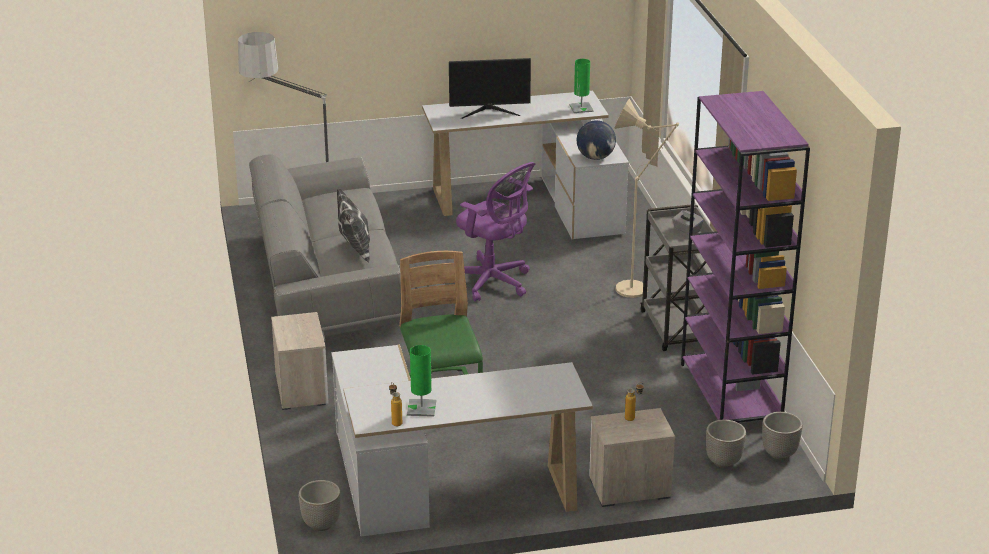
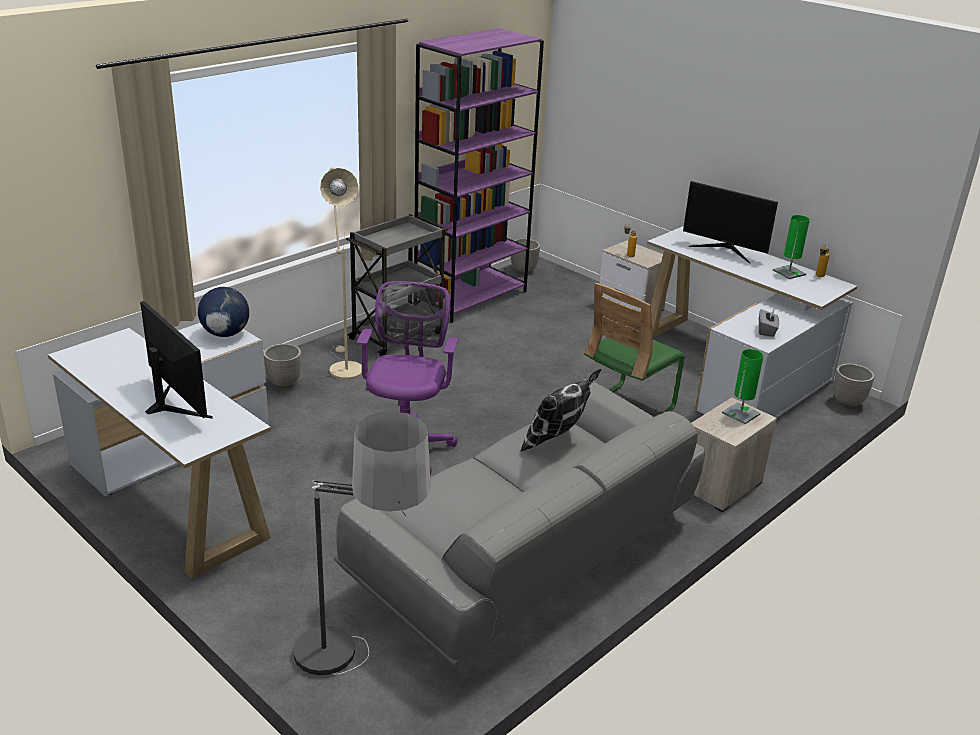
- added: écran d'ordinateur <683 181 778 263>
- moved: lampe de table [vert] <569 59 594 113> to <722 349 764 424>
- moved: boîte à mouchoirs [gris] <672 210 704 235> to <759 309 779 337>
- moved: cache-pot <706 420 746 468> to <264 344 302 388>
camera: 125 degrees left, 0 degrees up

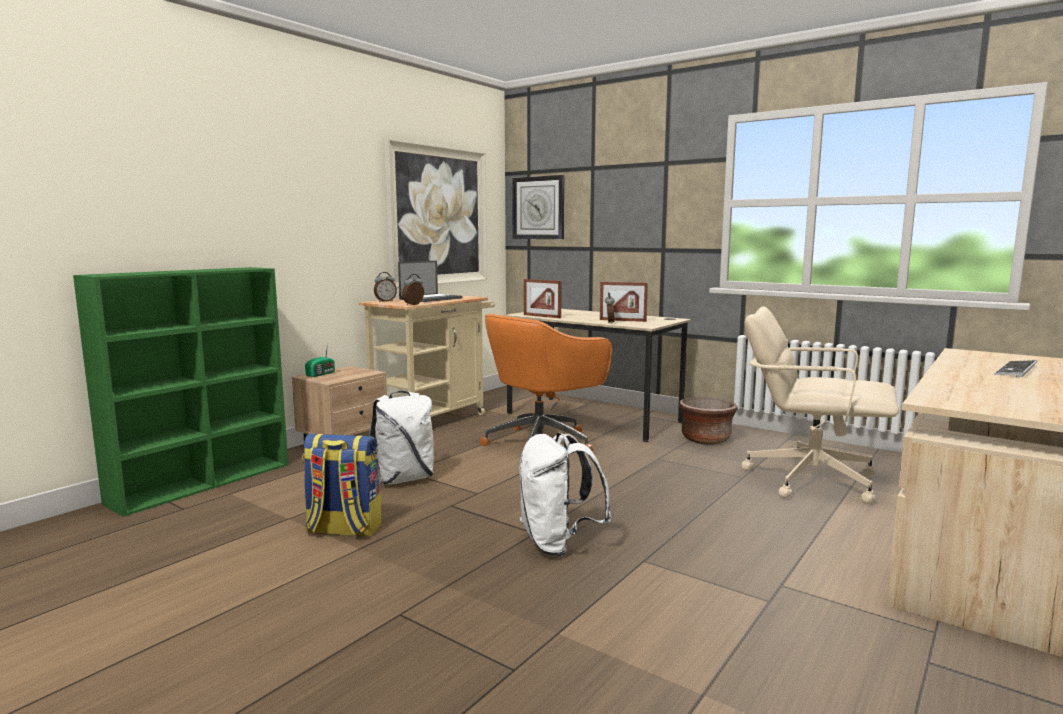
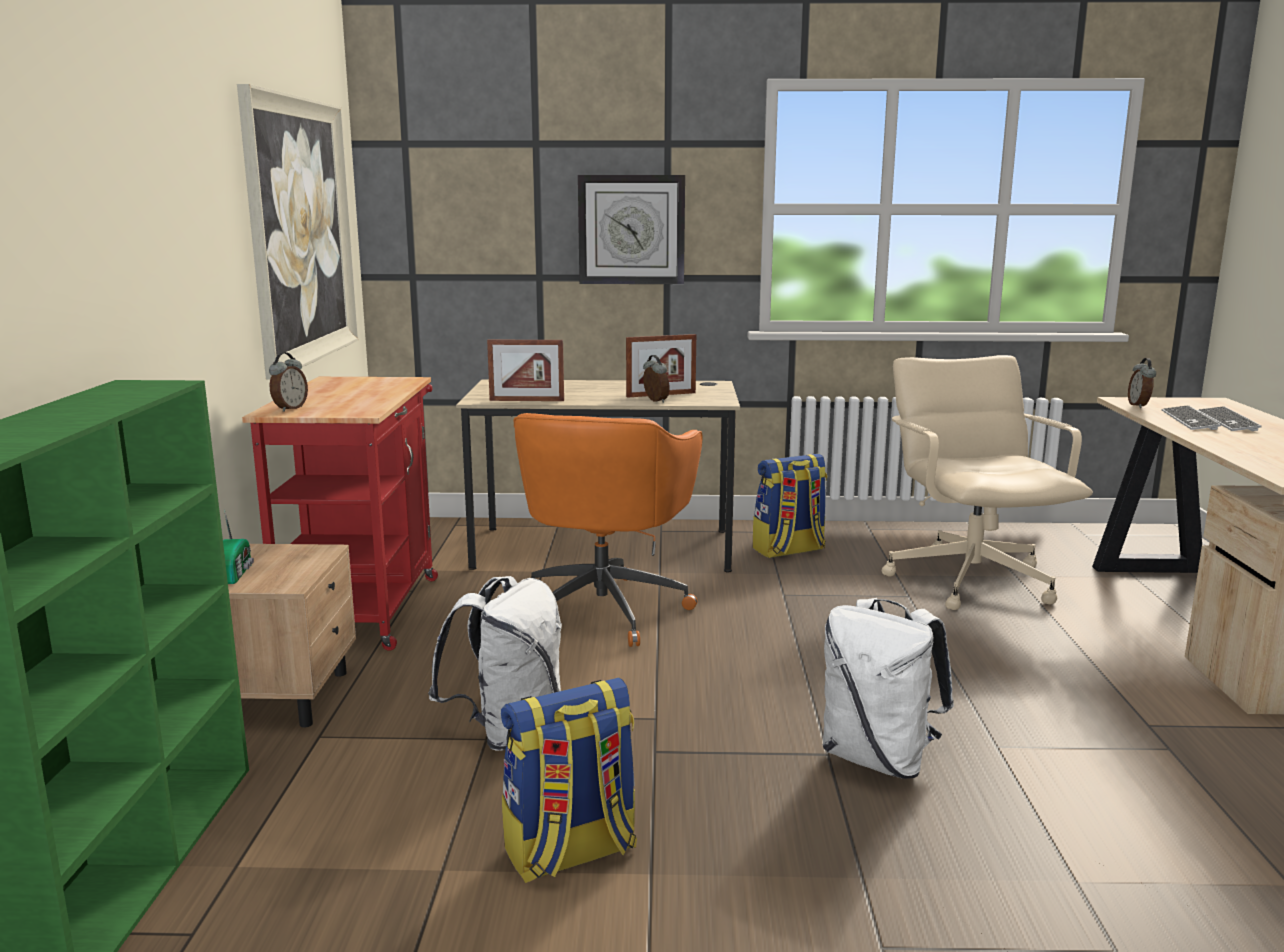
- removed: ordinateur portable <398 260 463 302>
- added: clavier <1162 405 1221 430>
- moved: réveil <402 274 424 305> to <1128 358 1156 408>
- moved: horloge murale <512 175 564 239> to <578 175 685 284>
- replaced: cache-pot [marron] <679 397 738 445> to sac à dos <753 454 827 558>
- recoloured: chariot [beige] <359 294 495 417> to chariot [rouge] <242 377 438 651>
- turned: chaise de bureau [beige] <741 306 899 504> = <882 355 1093 610> 90 degrees clockwise
camera: 35 degrees left, 5 degrees up

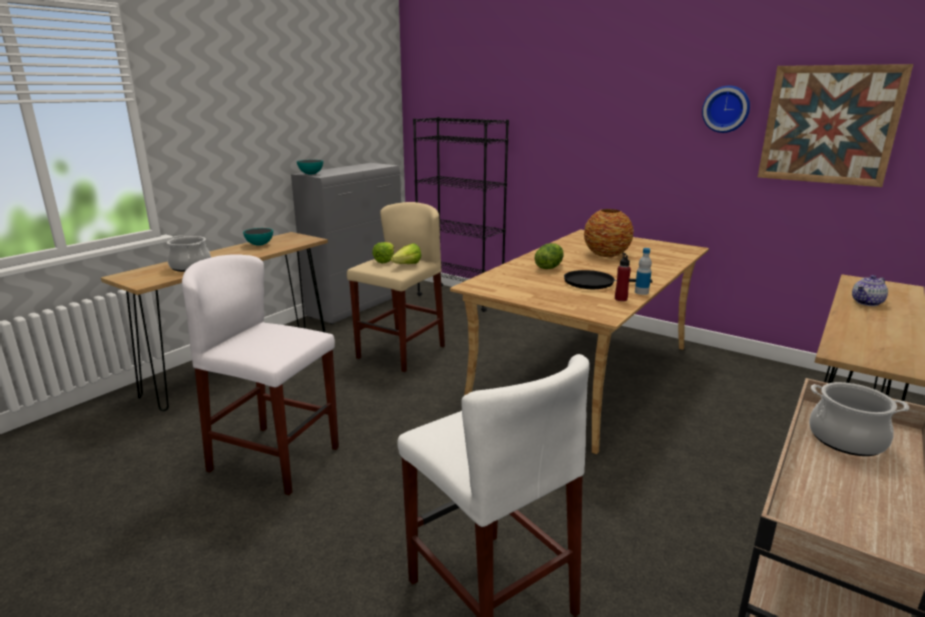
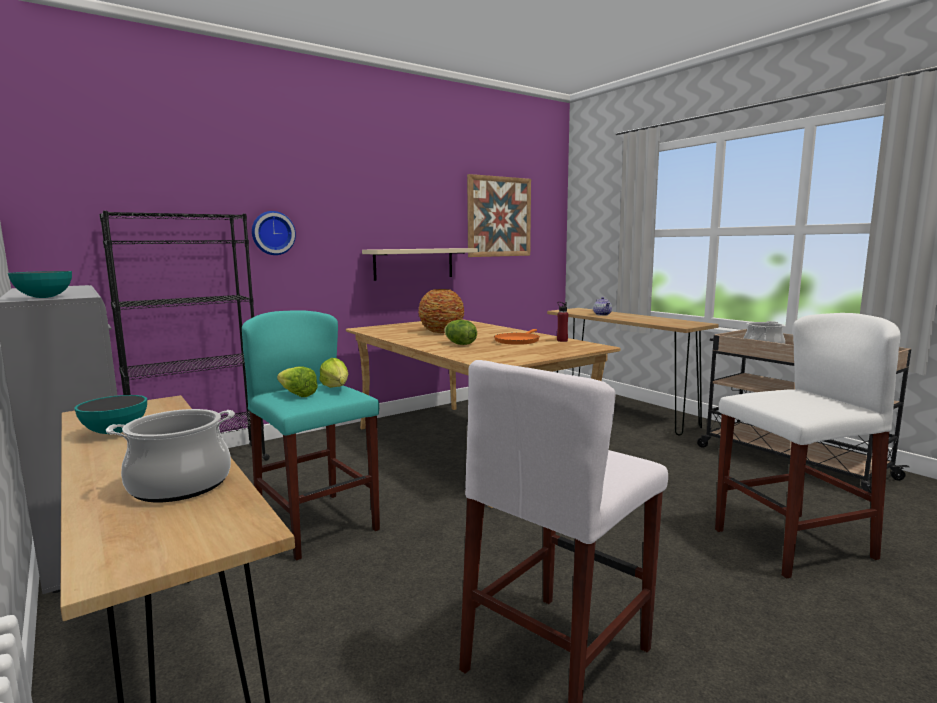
- removed: bouteille <635 248 652 295>
- added: étagère [beige] <362 248 478 281>
- moved: horloge murale <702 85 750 133> to <252 211 296 255>
- recoloured: tabouret [beige] <347 202 445 372> to tabouret [turquoise] <242 310 380 561>
- recoloured: poêle [noir] <564 270 652 289> to poêle [orange] <494 329 540 345>
camera: 70 degrees left, 10 degrees down

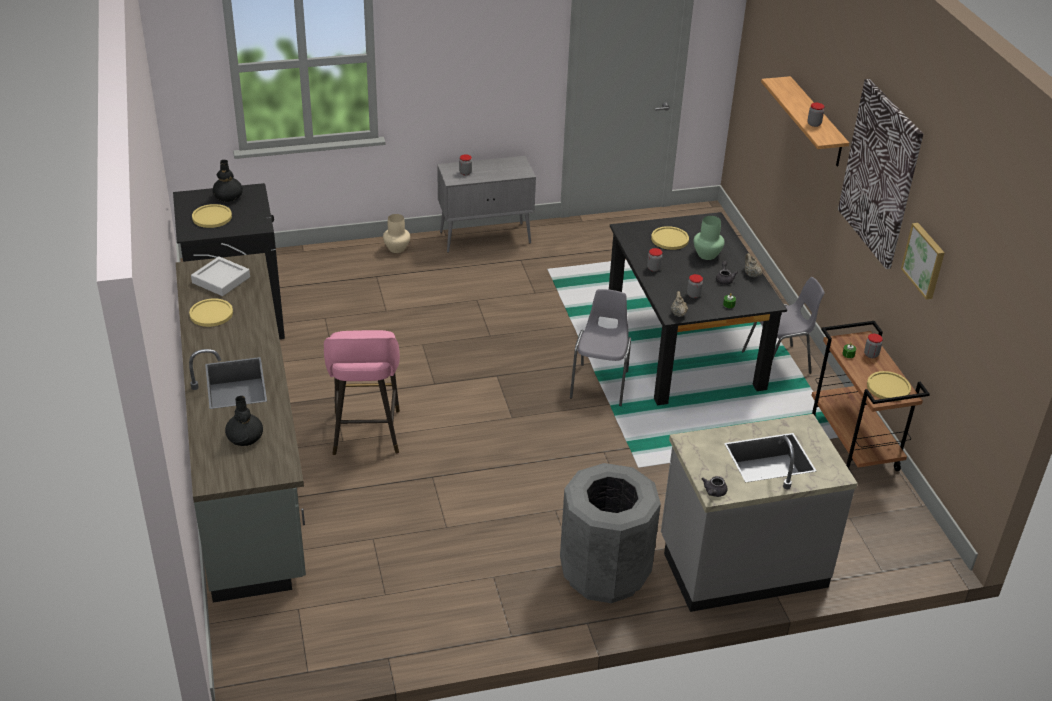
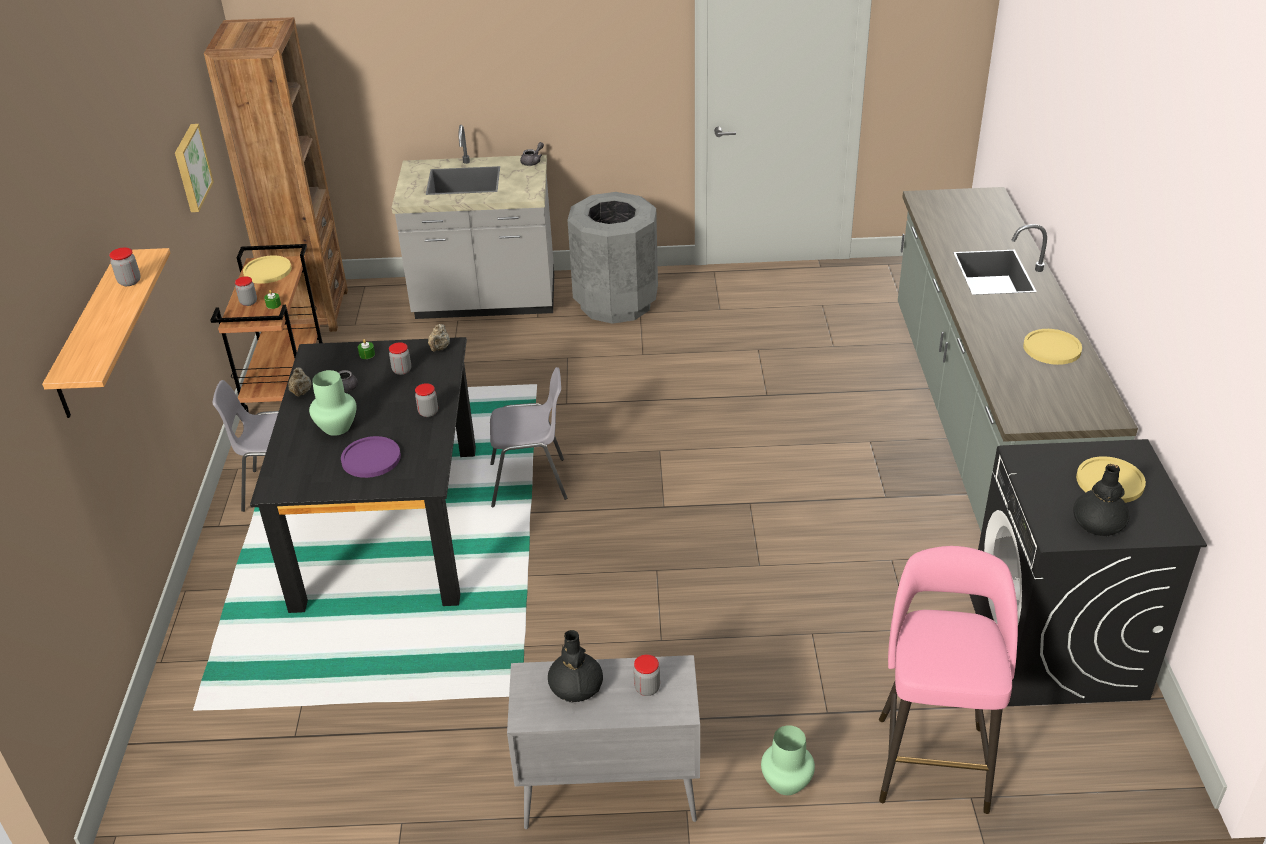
- removed: plateau [gris] <191 256 250 296>
- removed: tableau <838 79 923 269>
- added: bibliothèque [marron] <204 17 348 332>
- moved: vase [noir] <225 396 263 446> to <548 630 603 702>
- moved: tabouret [rose] <324 330 400 455> to <879 546 1018 814>
- recoloured: vase [beige] <383 214 410 253> to vase [vert] <761 725 815 795>
- recoloured: assiette [jaune] <651 226 689 250> to assiette [violet] <341 436 401 478>
- turned: chaise [gris] <570 289 631 406> = <490 367 567 507> 120 degrees counterclockwise
camera: 165 degrees left, 0 degrees up

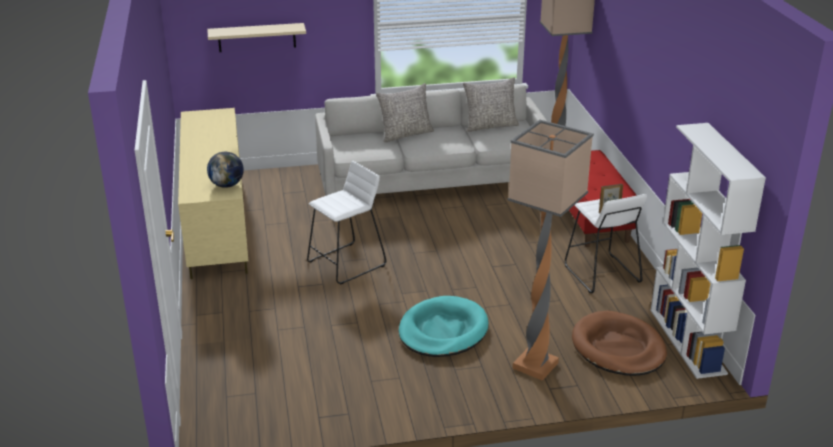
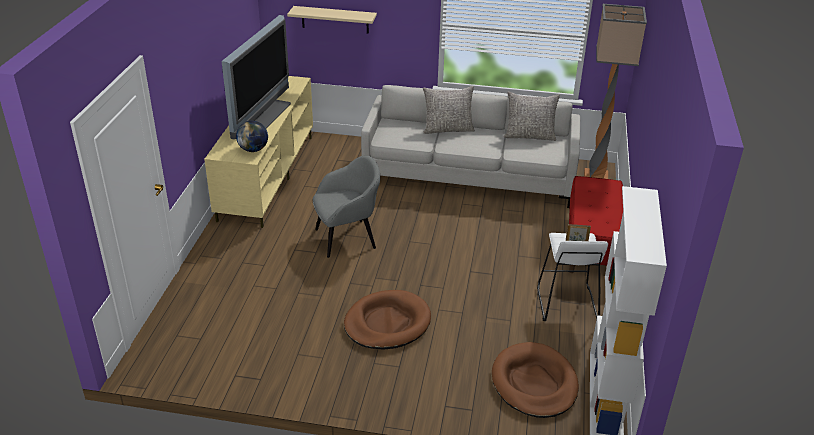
- removed: lampadaire <508 120 594 381>
- added: téléviseur <222 15 291 140>
- replaced: tabouret [blanc] <307 161 386 284> to fauteuil [gris] <313 156 380 258>
- recoloured: panier pour chien [turquoise] <399 296 489 357> to panier pour chien [marron] <344 290 431 350>
camera: 20 degrees right, 5 degrees up

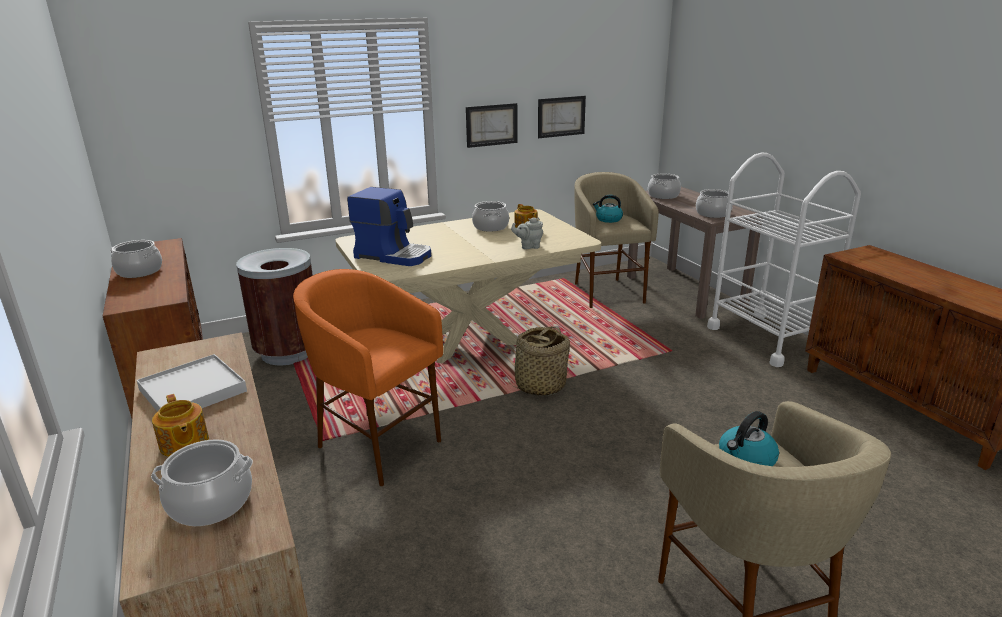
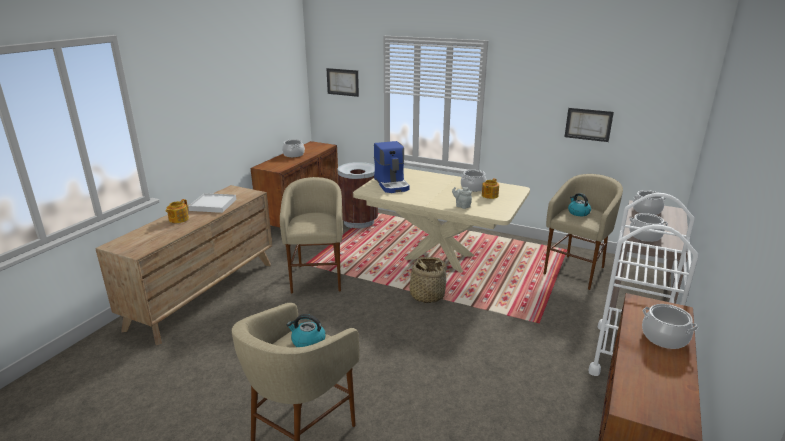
- moved: marmite <151 439 253 526> to <642 304 698 349>
- moved: tableau <466 103 518 148> to <326 68 359 97>
- recoloured: tabouret [orange] <293 269 443 486> to tabouret [beige] <280 177 343 294>
camera: 50 degrees right, 0 degrees up

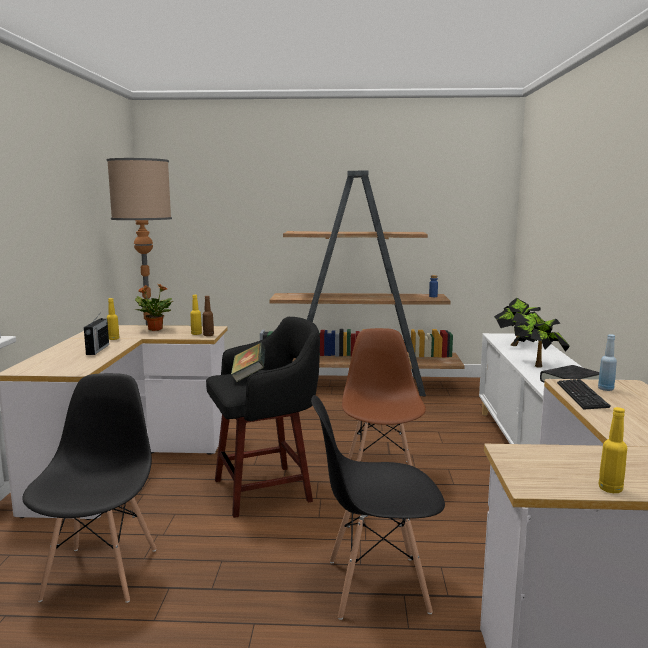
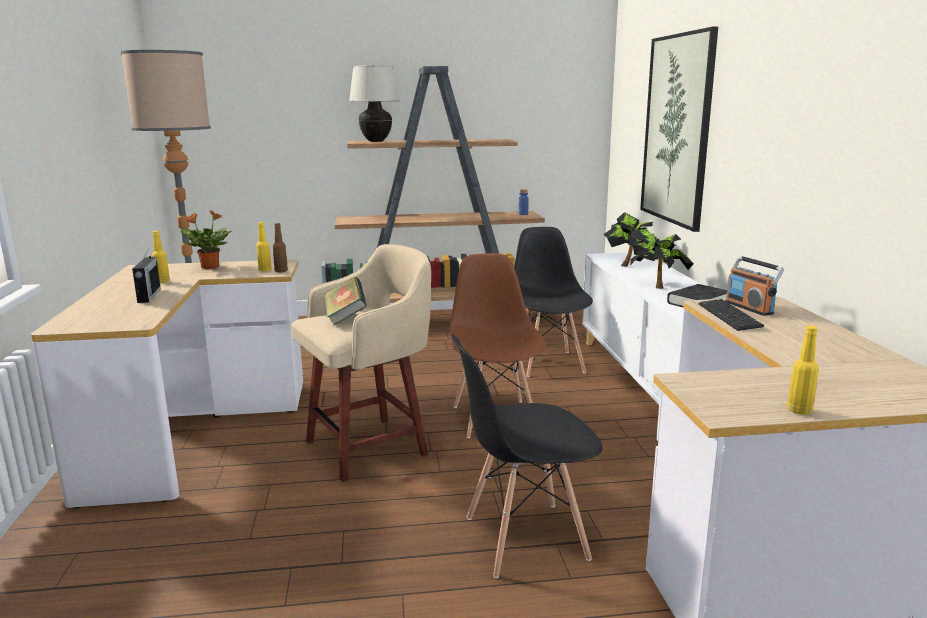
- added: lampe de table [beige] <349 65 400 142>
- added: tableau <640 27 718 232>
- moved: chaise [noir] <22 373 156 603> to <514 227 593 377>
- replaced: bouteille [bleu] <598 334 617 391> to radio <725 256 784 316>
- recoloured: tabouret [noir] <206 317 320 518> to tabouret [beige] <291 244 431 482>
camera: 10 degrees left, 5 degrees up

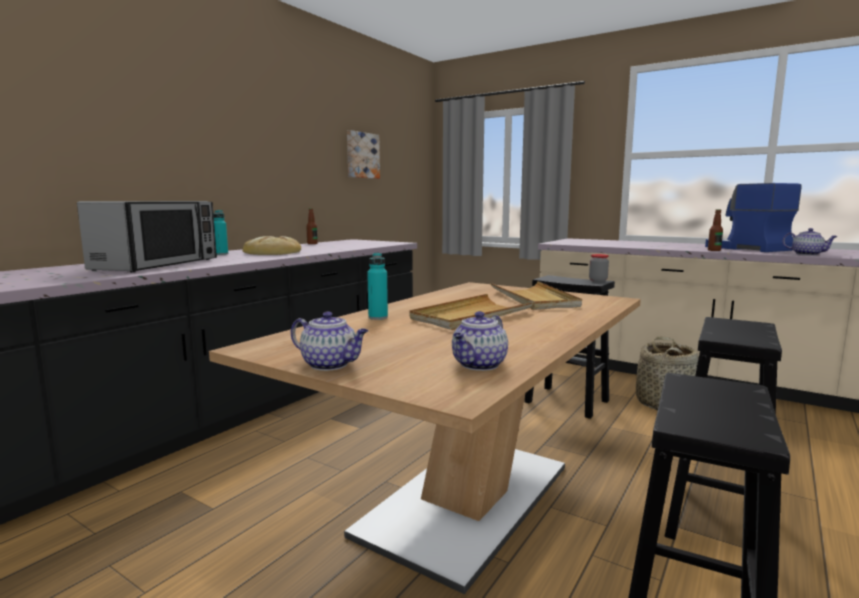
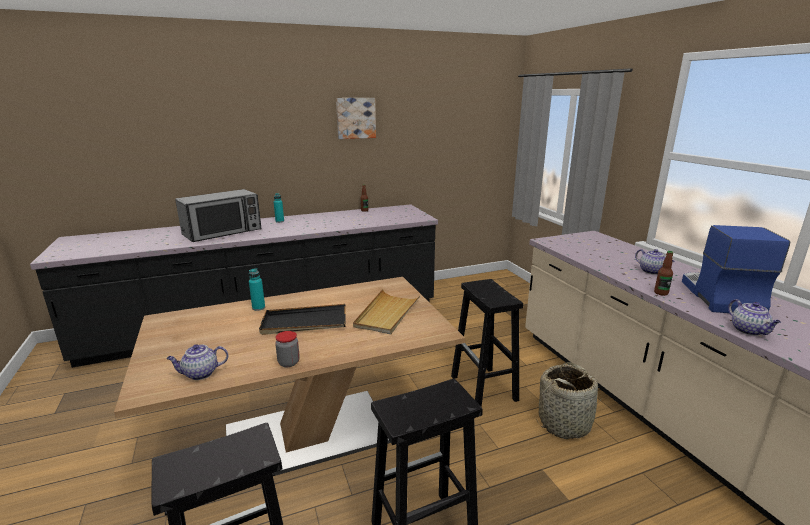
- removed: pain <242 236 301 255>
- moved: théière <291 311 368 371> to <635 249 675 275>
- moved: tableau <347 130 380 179> to <336 98 376 139>
- moved: bocal <589 254 609 282> to <275 331 300 367>
- recoloured: plateau [beige] <409 294 534 330> to plateau [noir] <259 304 346 335>
camera: 35 degrees right, 10 degrees up

